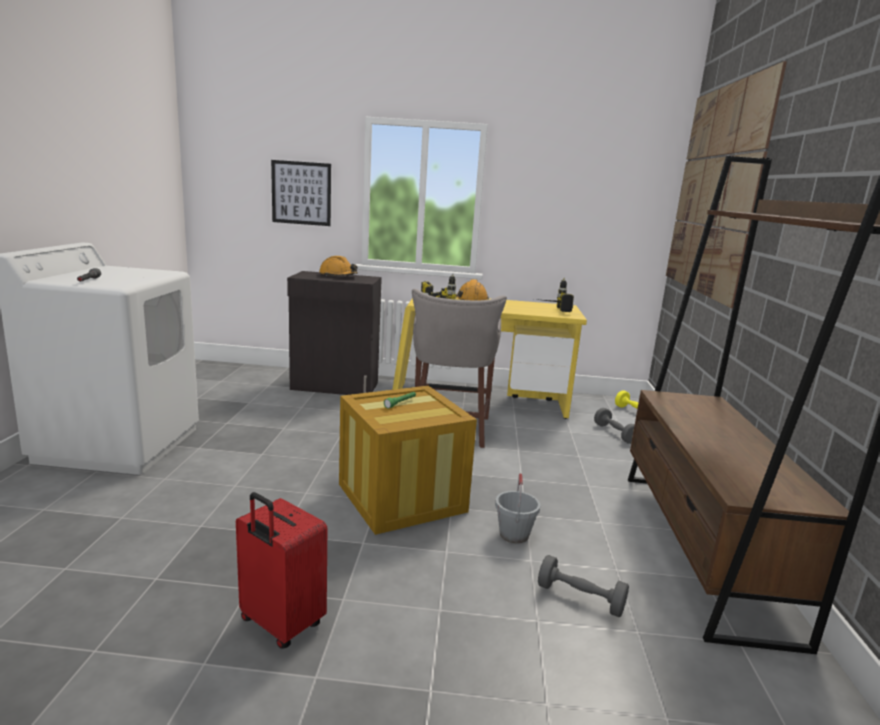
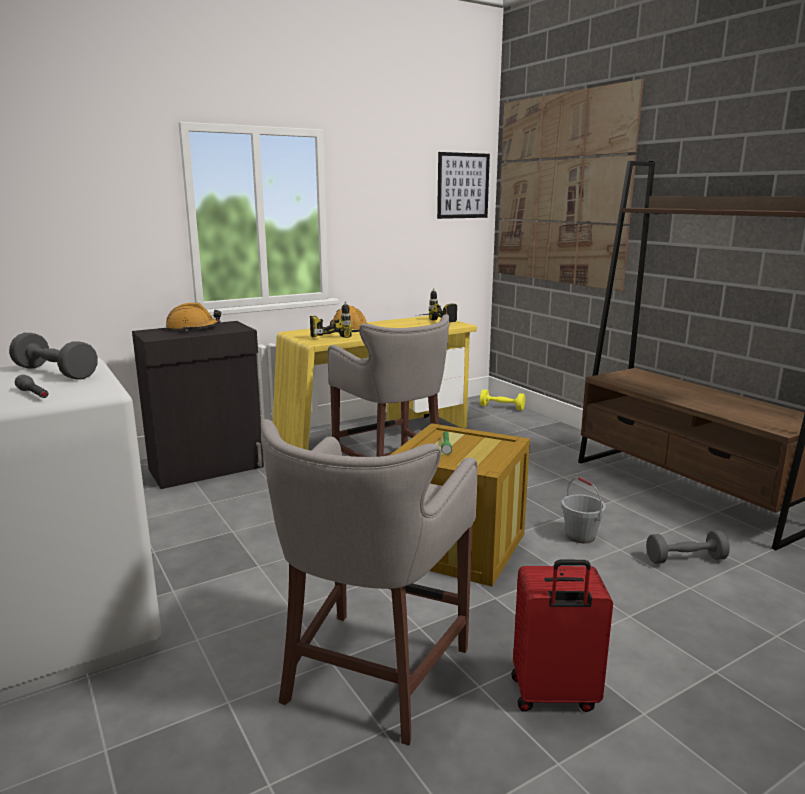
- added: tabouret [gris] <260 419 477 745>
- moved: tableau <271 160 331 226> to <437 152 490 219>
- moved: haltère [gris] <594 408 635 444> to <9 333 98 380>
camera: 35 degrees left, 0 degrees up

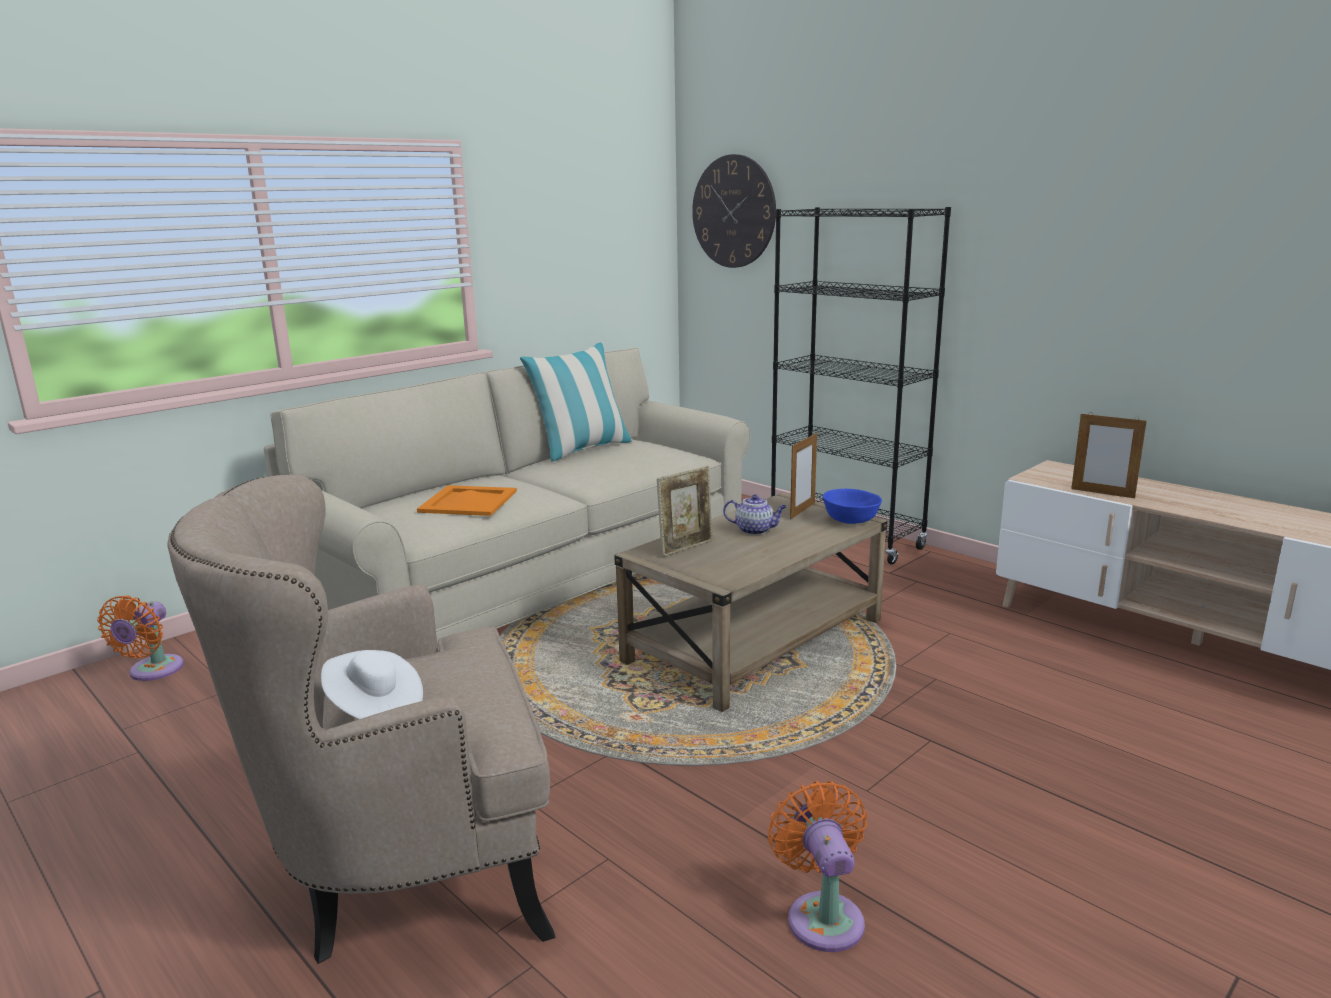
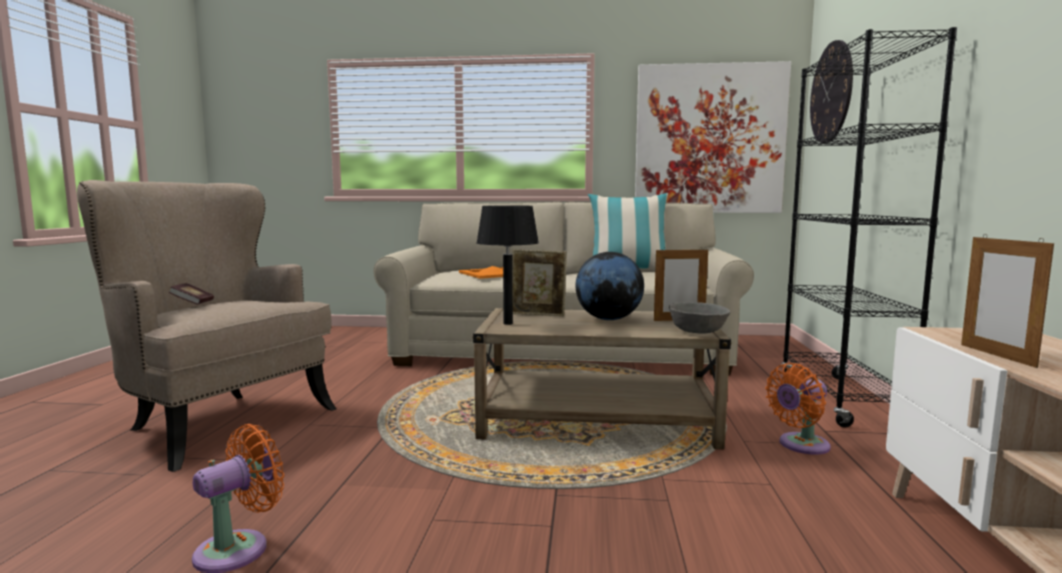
- added: lampe de table [noir] <476 205 539 325>
- added: tableau <635 61 791 213>
- moved: ventilateur [orange] <97 595 184 681> to <765 363 830 455>
- replaced: chapeau [blanc] <321 650 423 719> to livre <169 283 214 305>
- replaced: théière <723 495 787 535> to globe <576 252 644 320>
- recoloured: bol [bleu] <823 489 882 524> to bol [gris] <669 302 730 334>
camera: 50 degrees right, 10 degrees down

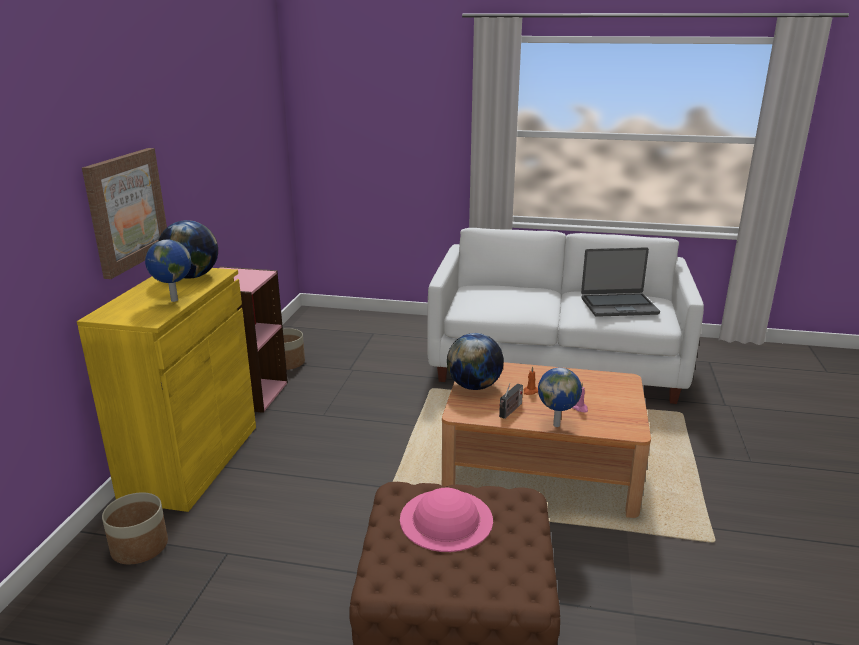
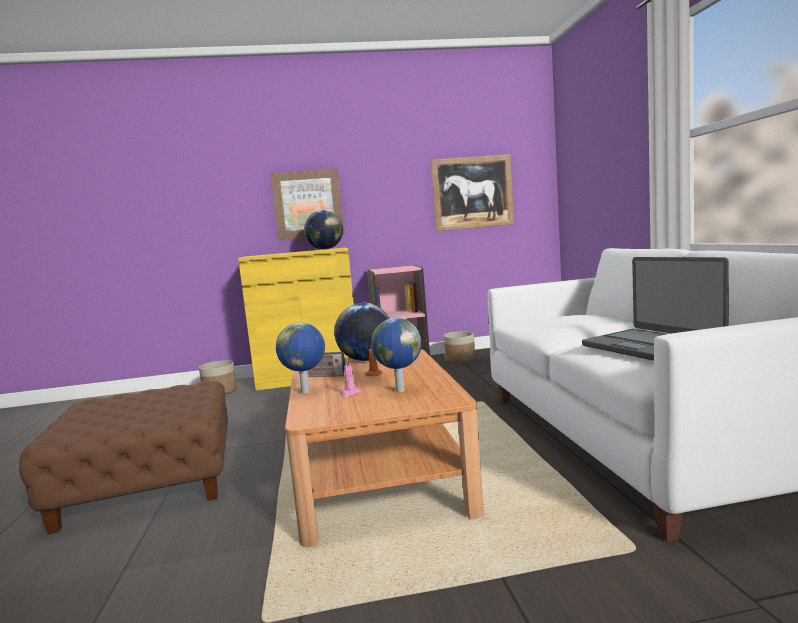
- removed: chapeau [rose] <400 488 493 552>
- added: tableau <431 154 514 231>
- moved: globe <145 240 191 302> to <371 318 422 392>
camera: 70 degrees right, 15 degrees down

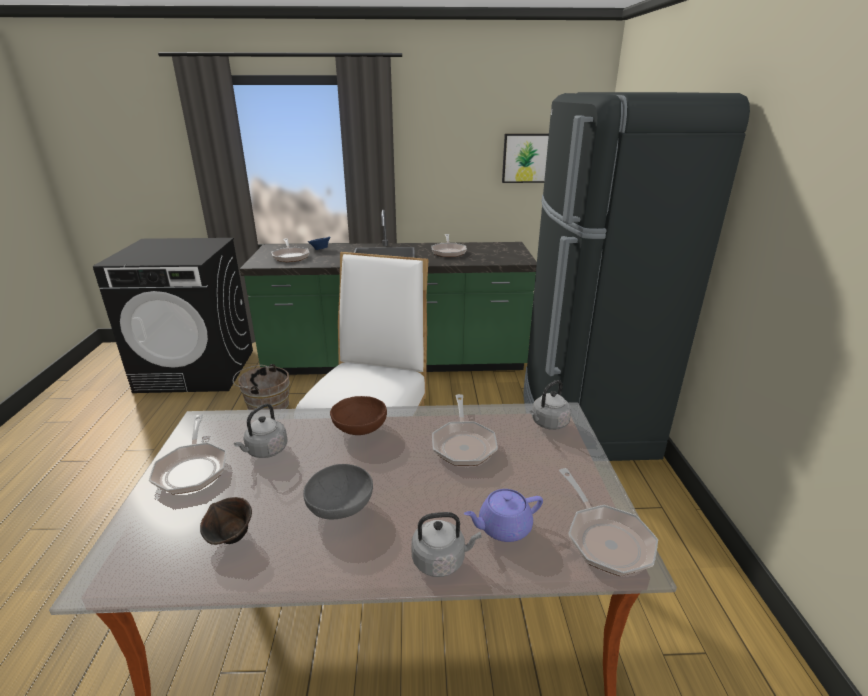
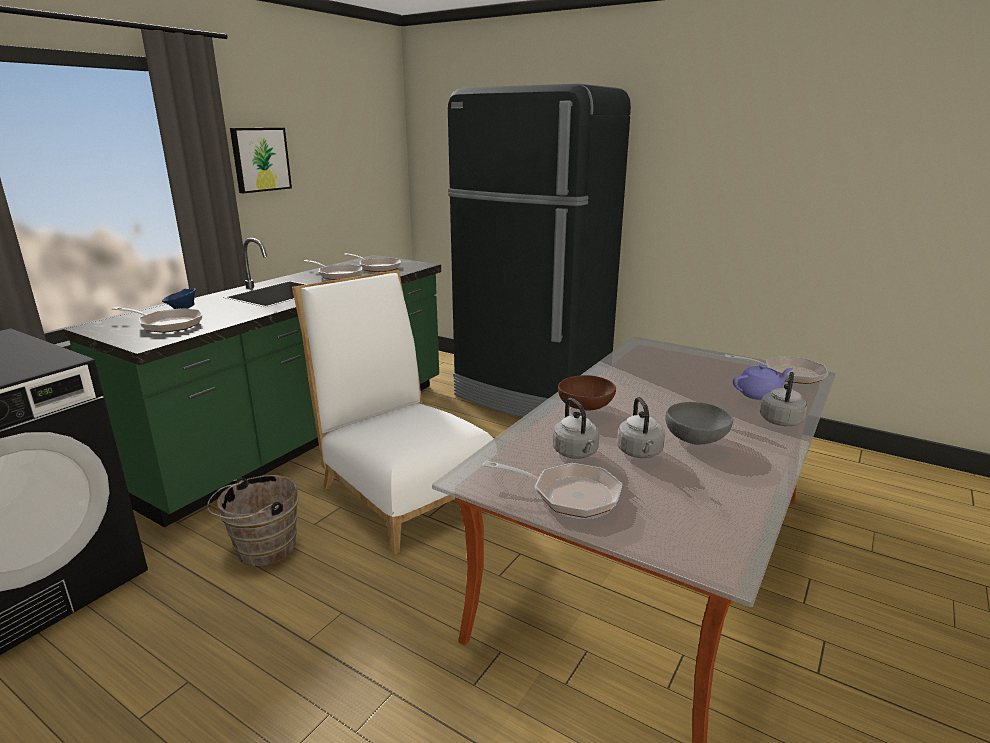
- removed: bol [marron] <200 497 252 545>
- moved: poêle <432 394 498 466> to <344 253 401 272>
- moved: tableau <502 133 549 183> to <230 128 292 193>
- moved: bouilloire [gris] <530 380 571 430> to <617 397 665 458>
- turned: théière [violet] <464 489 543 542> = <733 364 793 400> 120 degrees counterclockwise
camera: 55 degrees left, 5 degrees down

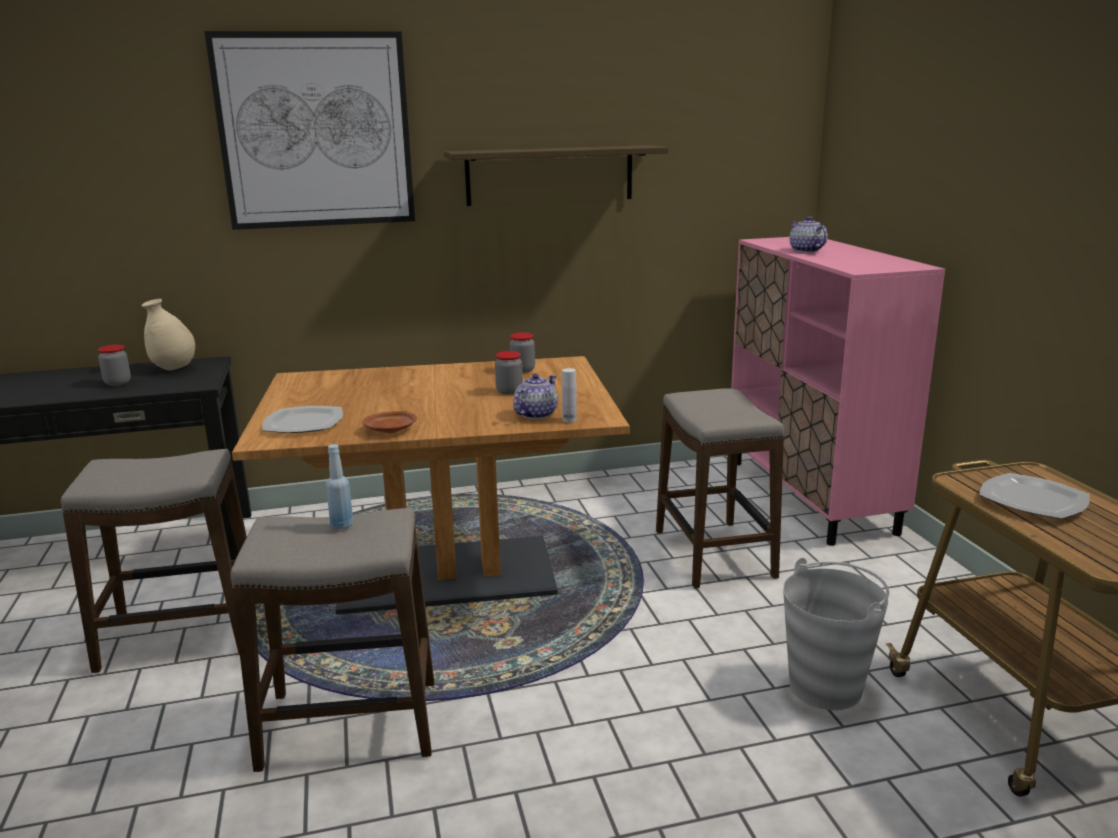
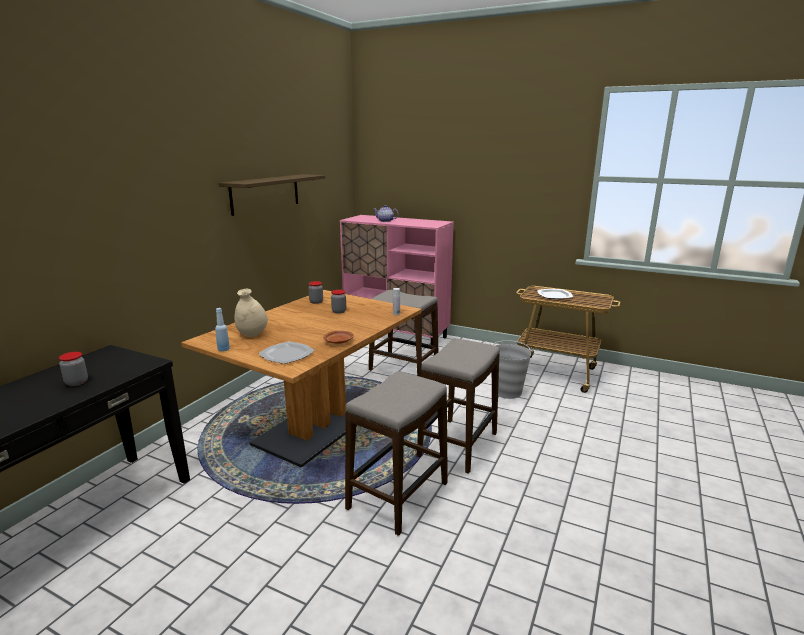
- removed: tableau <204 31 415 230>
- removed: théière <513 374 558 419>
- moved: tabouret <61 449 259 673> to <417 338 500 474>
- moved: vase [beige] <142 299 195 371> to <234 289 268 337>
- moved: bouteille [bleu] <326 444 353 529> to <215 308 230 352>
camera: 50 degrees left, 0 degrees up

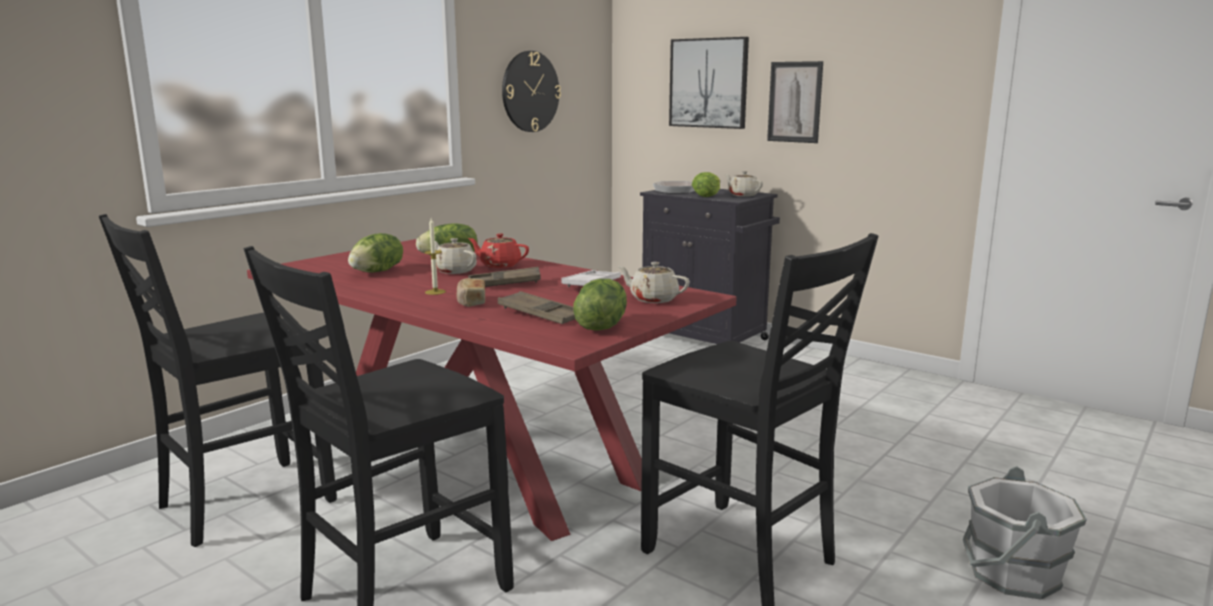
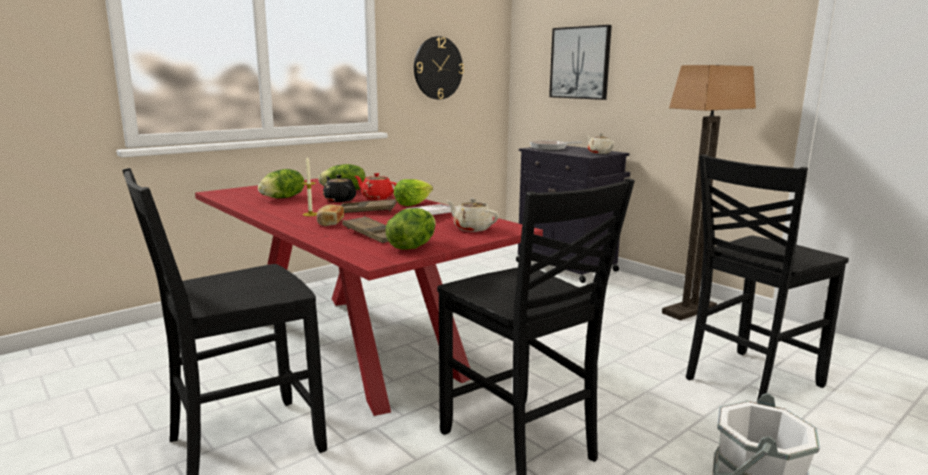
- removed: tableau <767 61 823 143>
- added: lampadaire <662 65 756 321>
- moved: chaise [noir] <99 214 337 547> to <686 154 849 402>
- moved: laitue <692 172 720 197> to <394 179 433 206>
- recoloured: théière [beige] <435 238 477 274> to théière [noir] <323 175 356 202>
camera: 10 degrees right, 0 degrees up

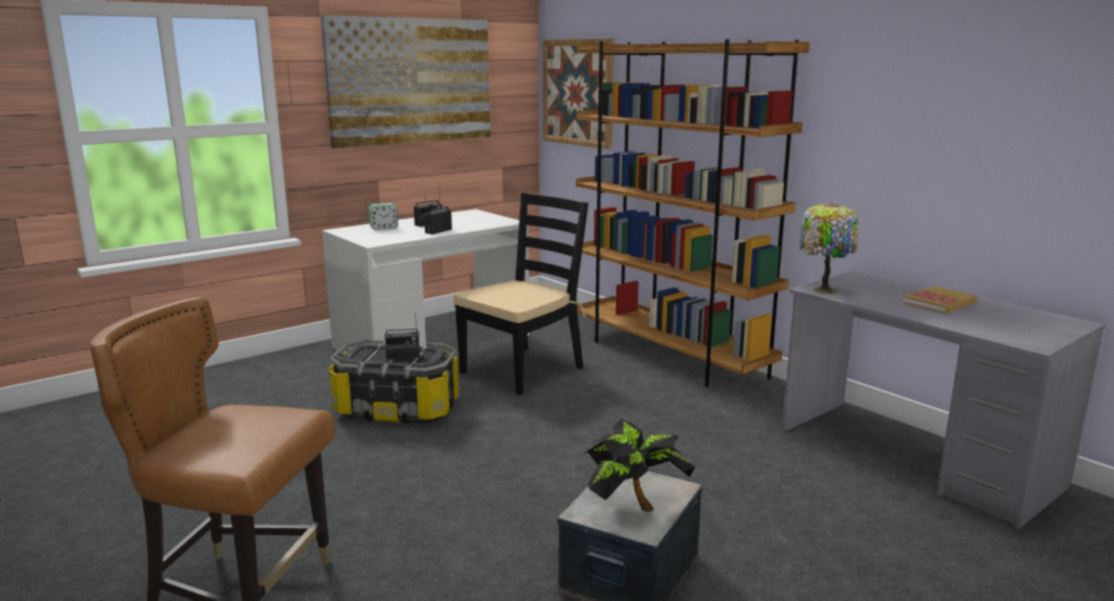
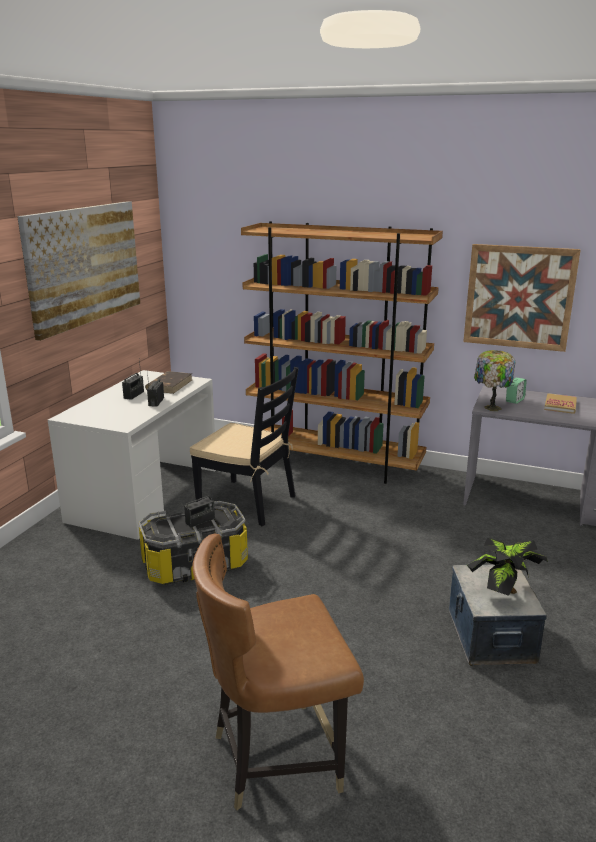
- added: livre [marron] <145 371 192 394>
- moved: réveil <369 203 398 230> to <506 378 527 404>
- moved: tableau <543 38 614 149> to <463 244 581 352>
- turned: chaise [noir] <453 193 589 395> = <190 367 299 526> 105 degrees clockwise
camera: 30 degrees left, 5 degrees up

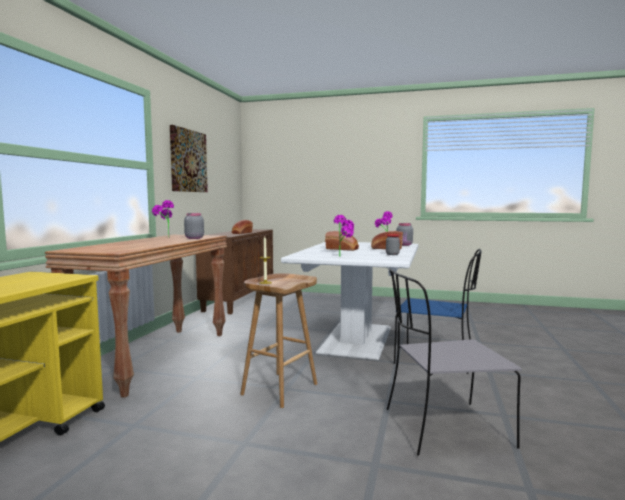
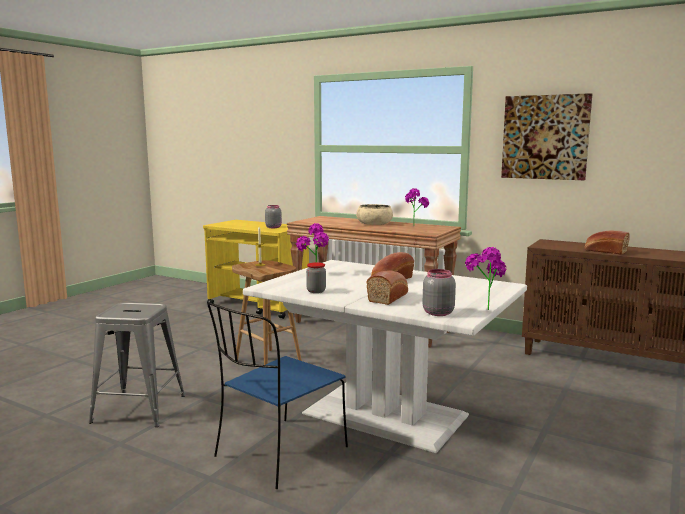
- added: bol [beige] <356 204 393 225>
- moved: bocal [gris] <184 213 204 239> to <265 205 282 228>
- replaced: chaise [gris] <387 268 522 456> to tabouret [gris] <89 303 185 427>
camera: 105 degrees right, 5 degrees up

